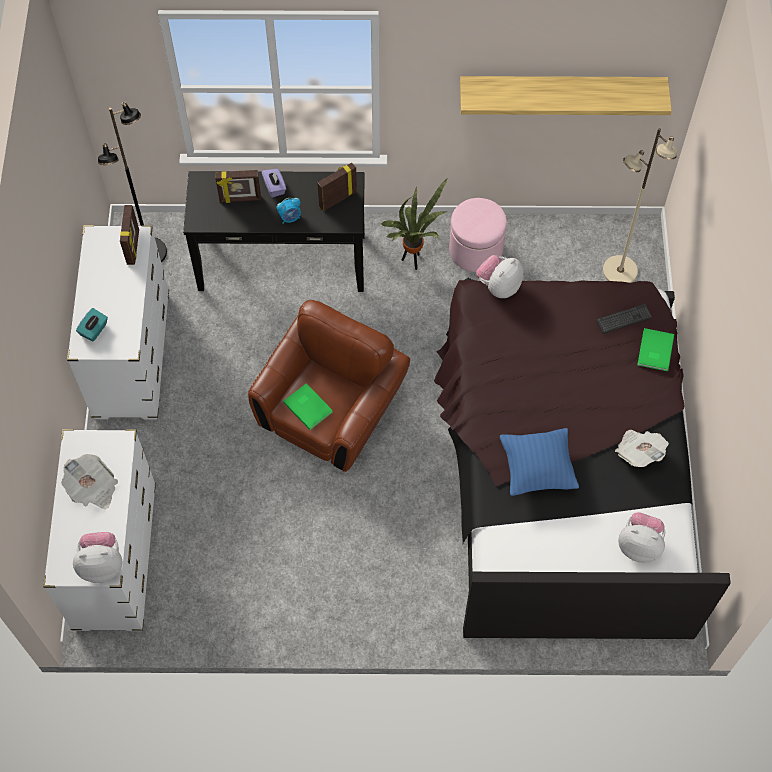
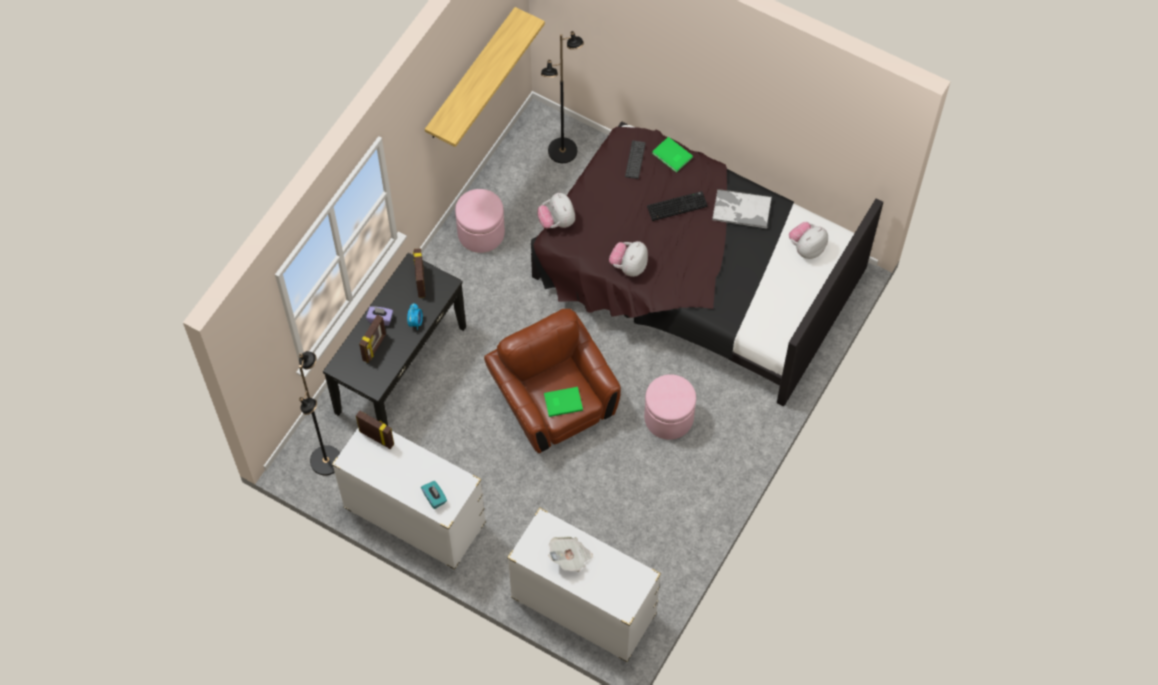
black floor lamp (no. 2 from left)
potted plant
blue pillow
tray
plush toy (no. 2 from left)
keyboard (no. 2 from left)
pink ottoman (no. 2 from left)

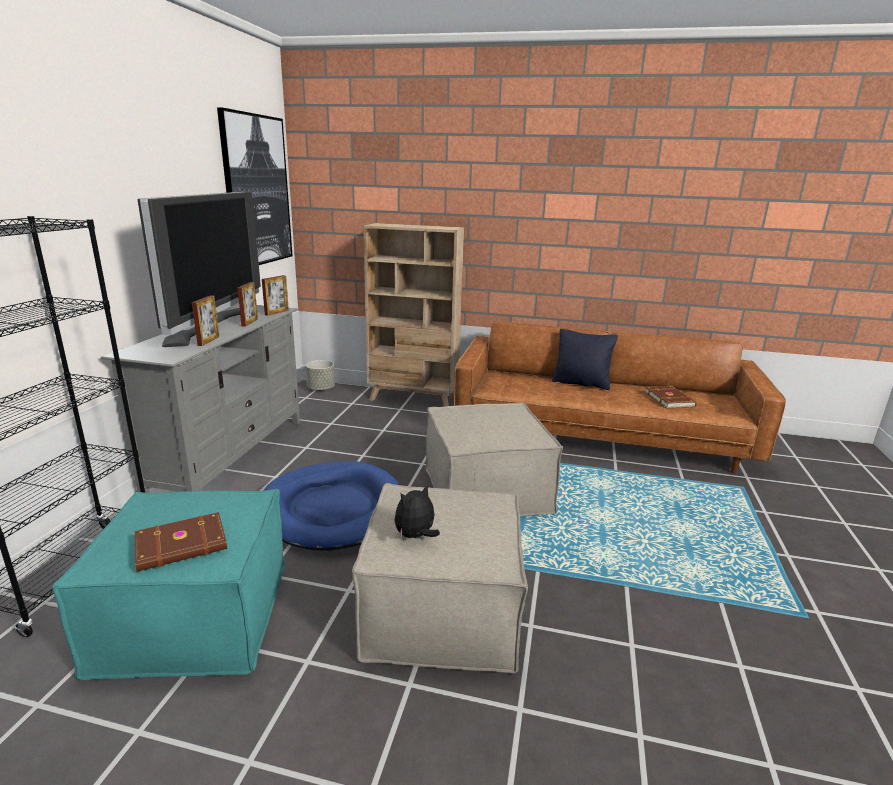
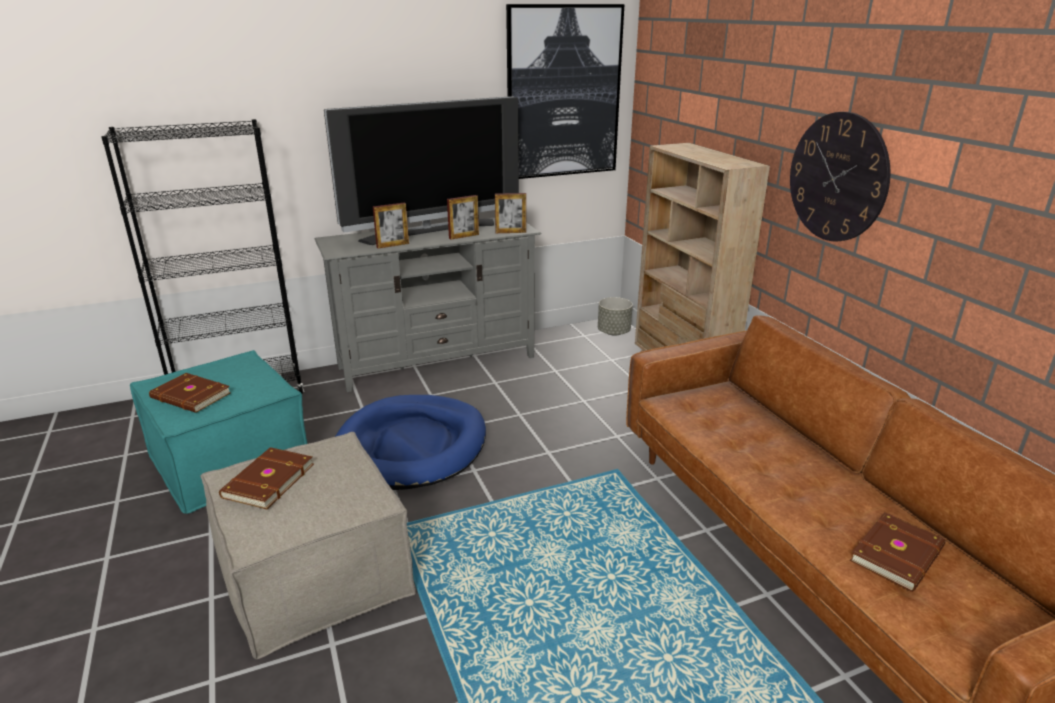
black pillow
beige ottoman (no. 2 from left in the first image)
brown book (no. 2 from left)
wall clock

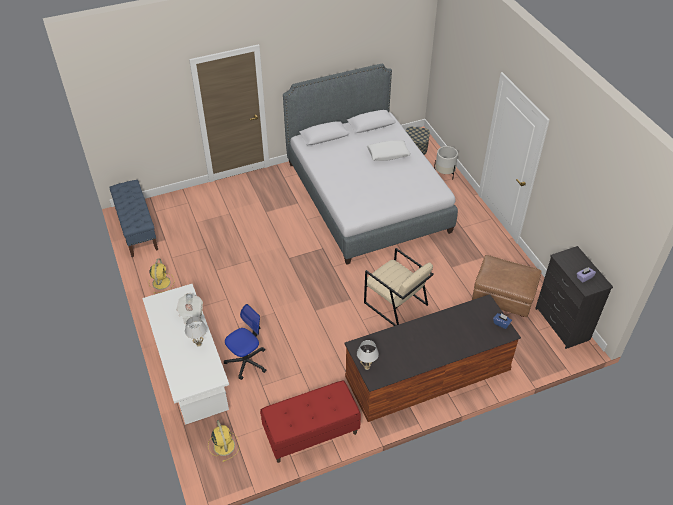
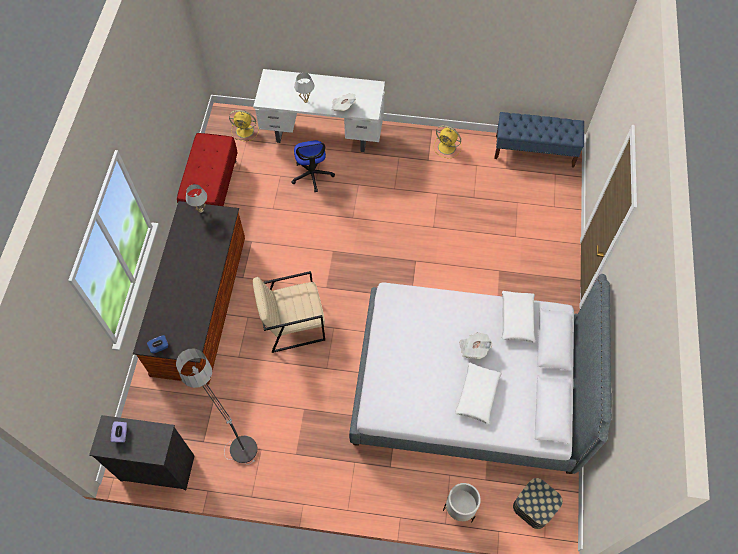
floor lamp
white pillow (no. 2 from left)
newspaper (no. 2 from left)

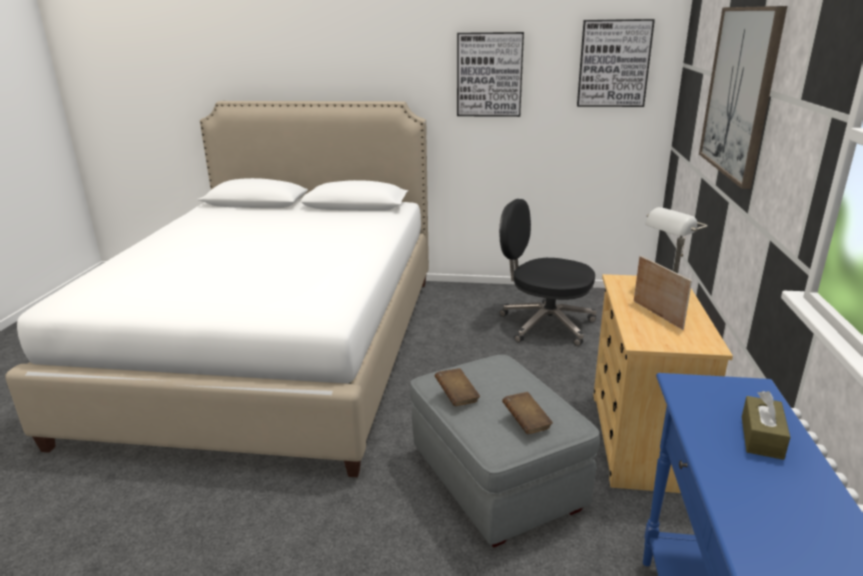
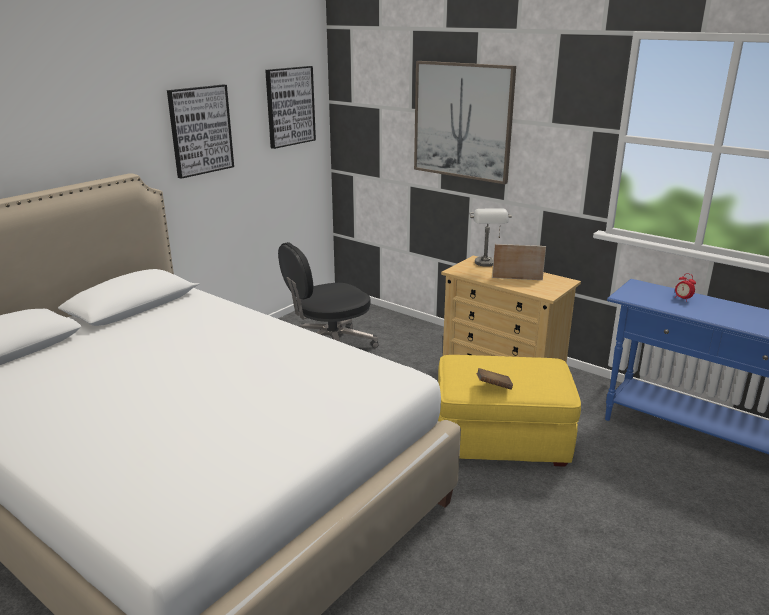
yellow ottoman
alarm clock
brown book (no. 2 from left in the first image)

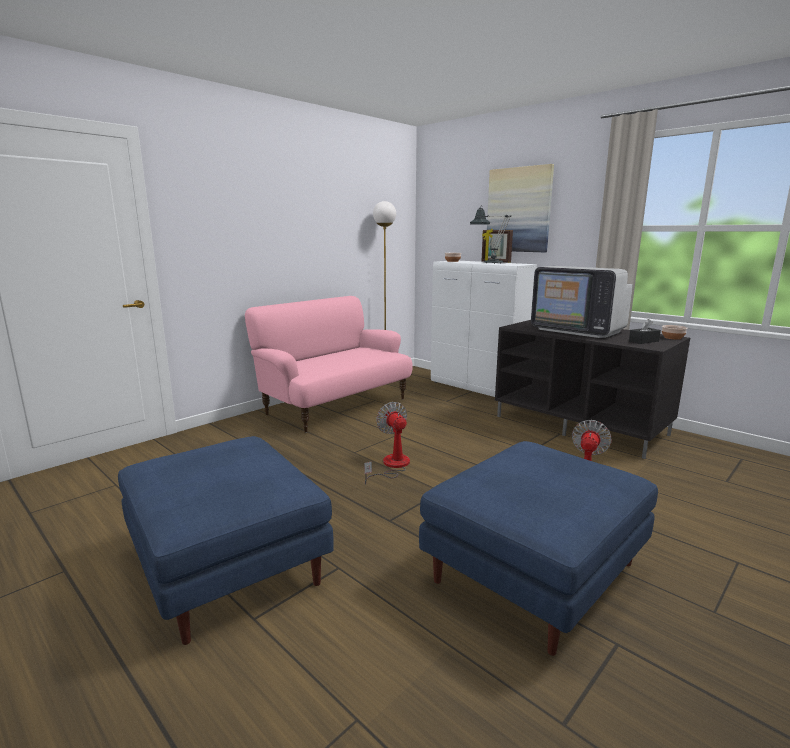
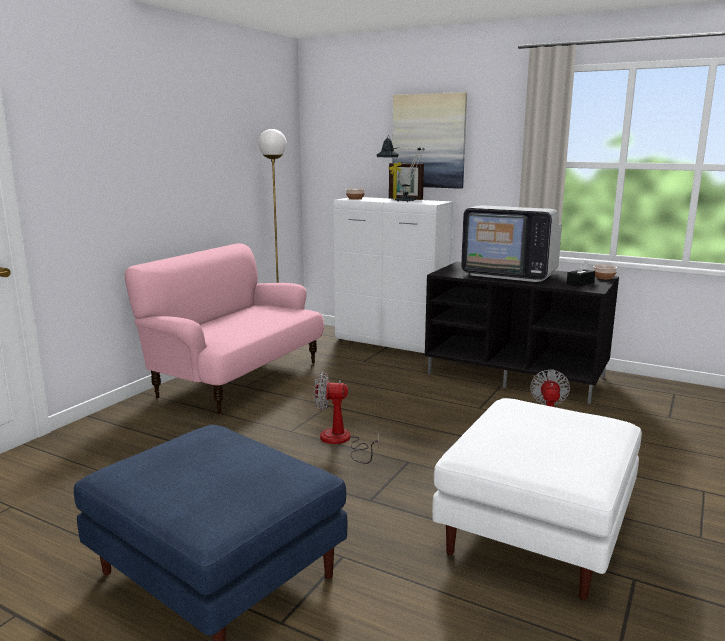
fan (no. 1 from left)
white ottoman

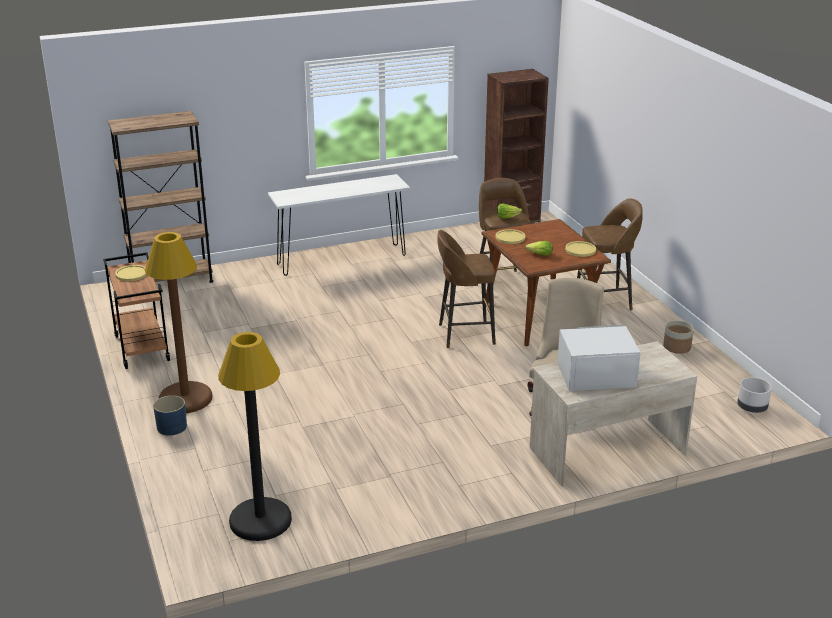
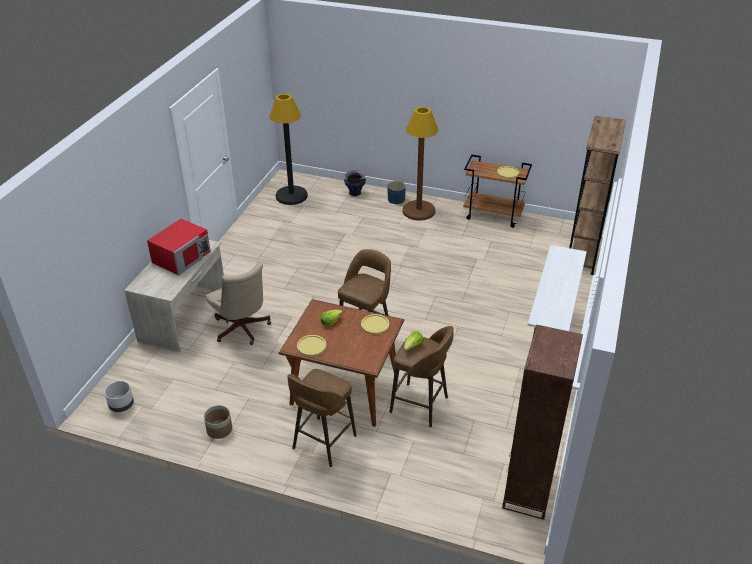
red microwave
vase

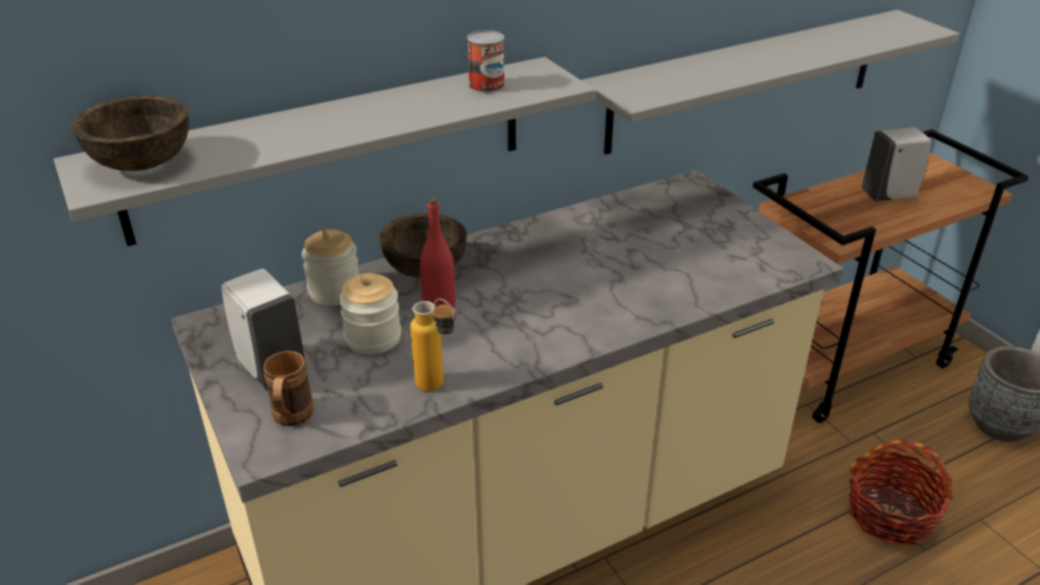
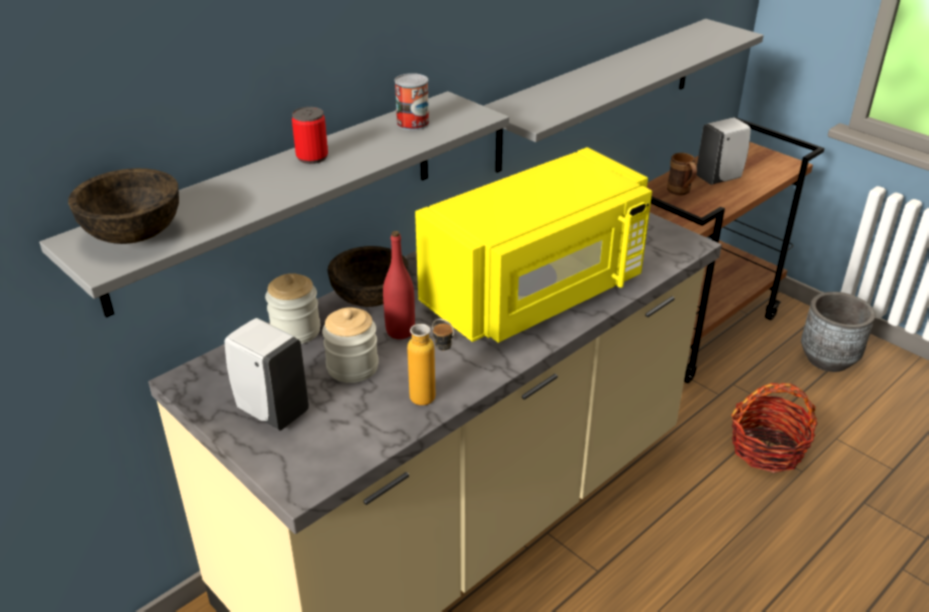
brown mug
can (no. 1 from left)
yellow microwave

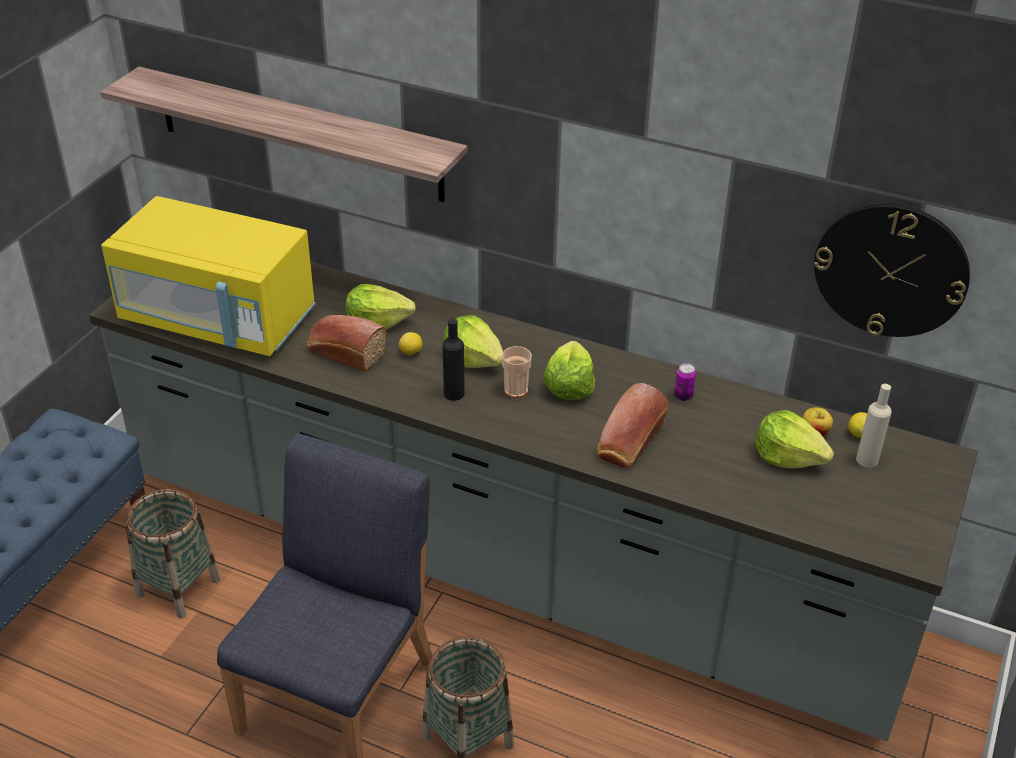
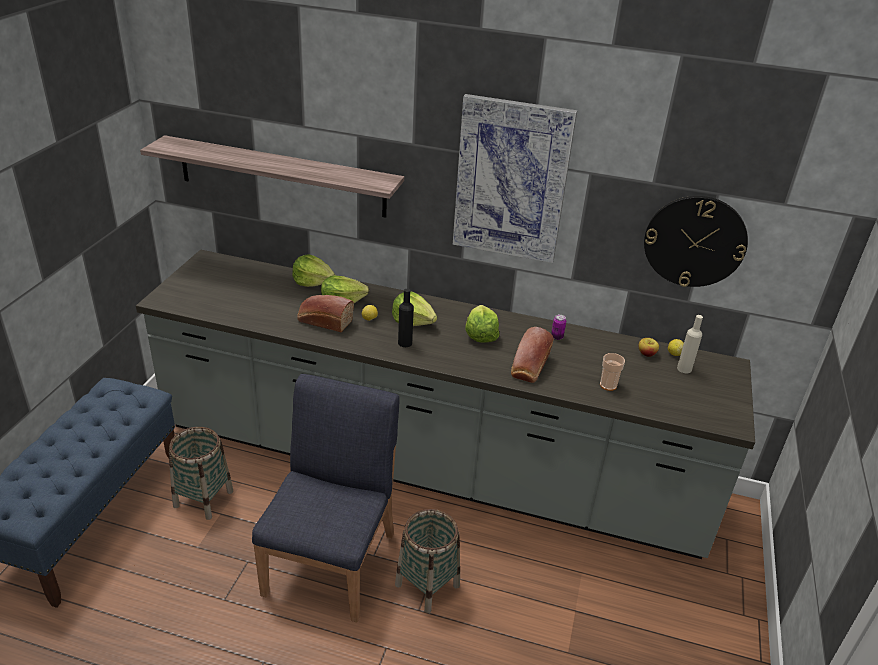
yellow microwave
cup
lettuce (no. 1 from left)
picture

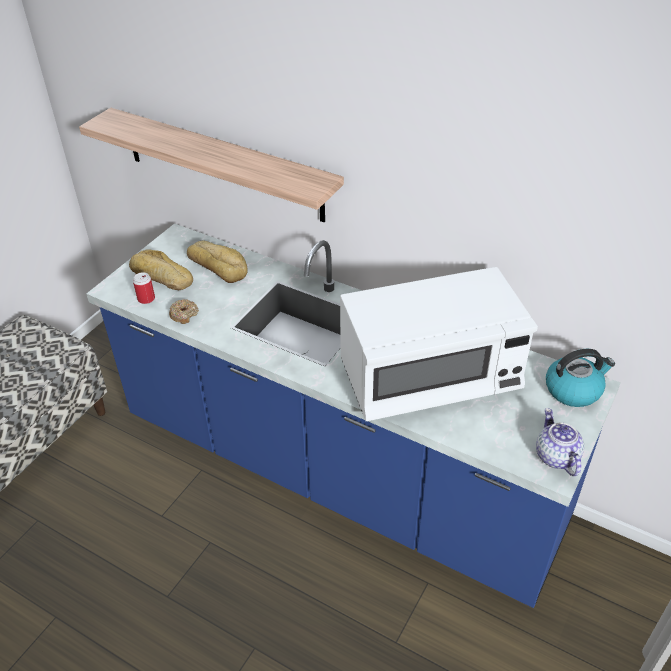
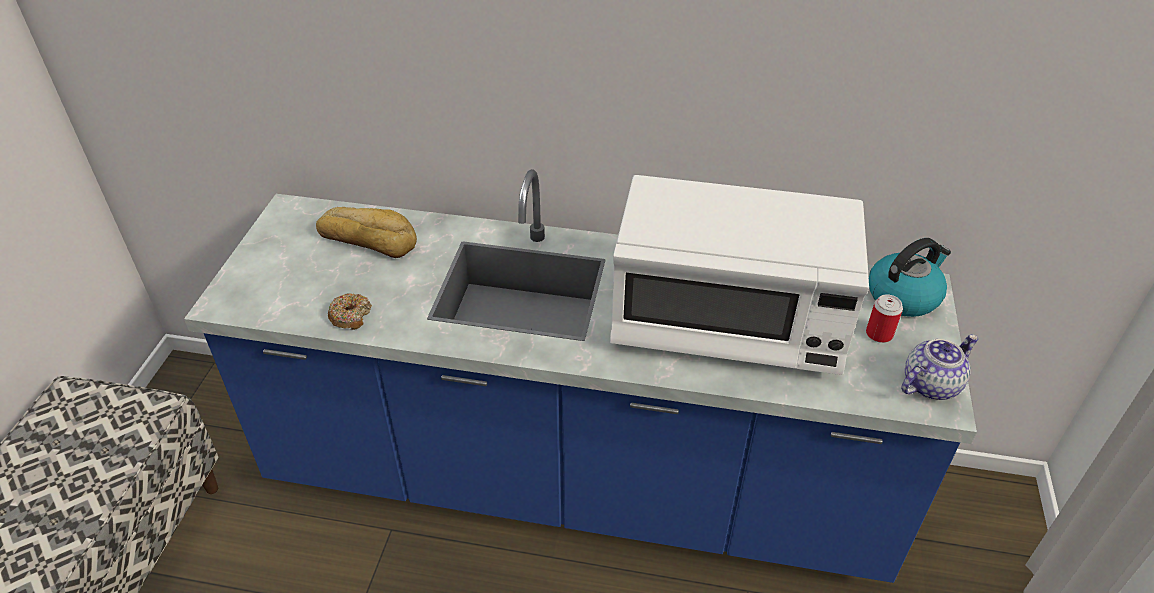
shelf
bread (no. 1 from left in the first image)
white microwave
can
teapot

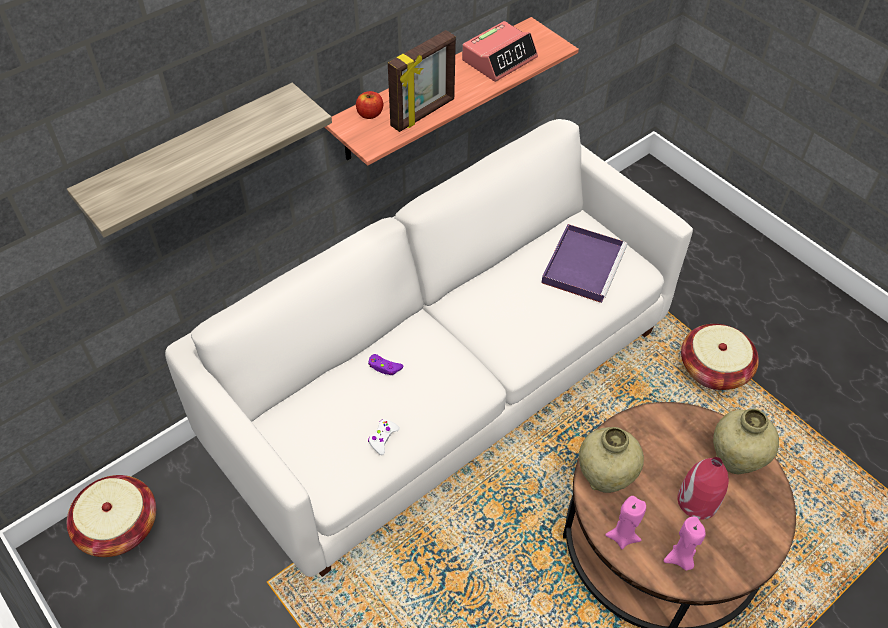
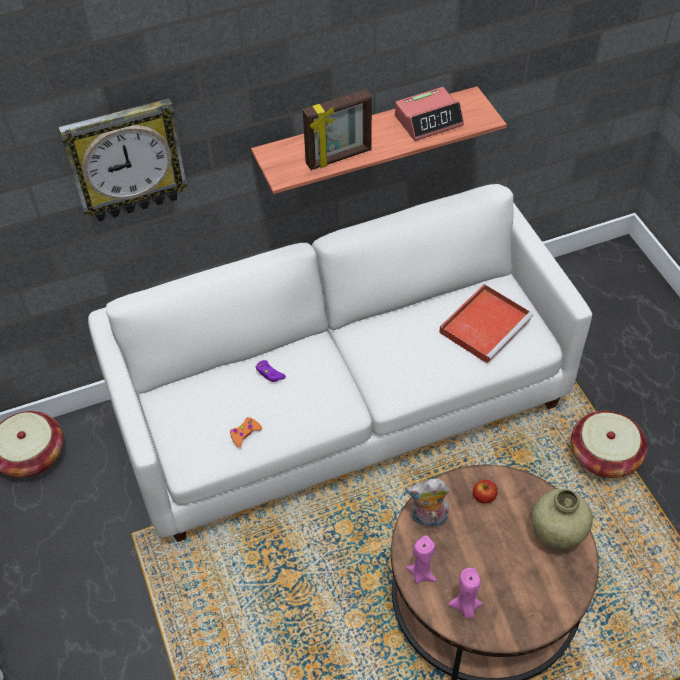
wall clock
apple
red tray
orange game controller
plush toy
red vase

